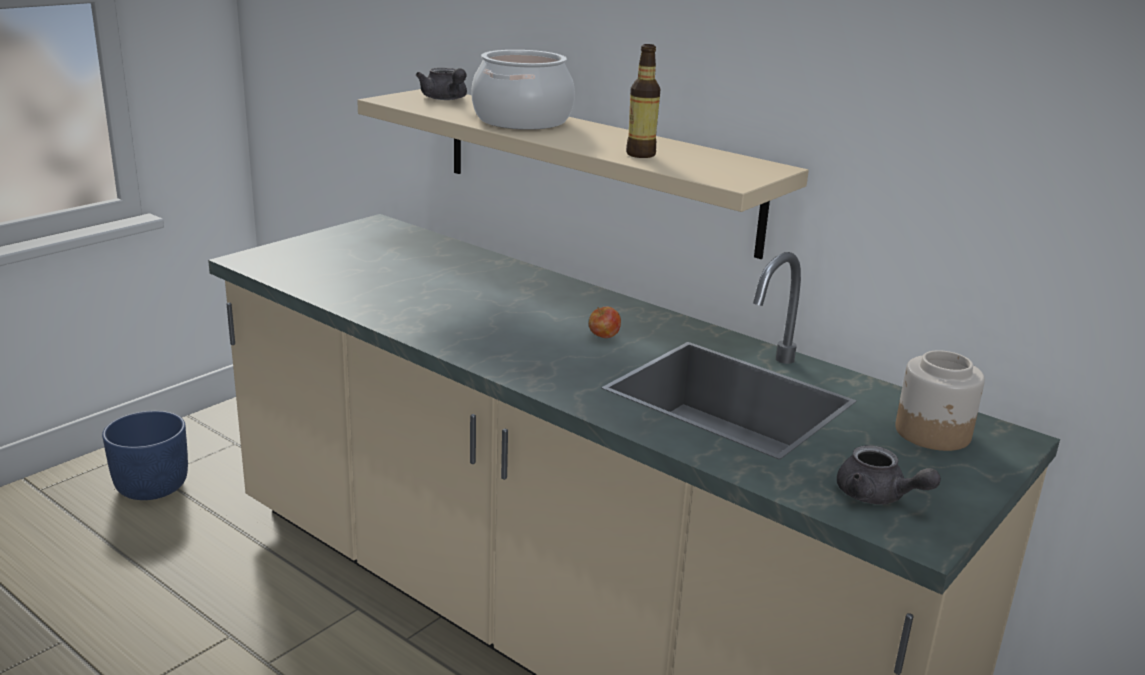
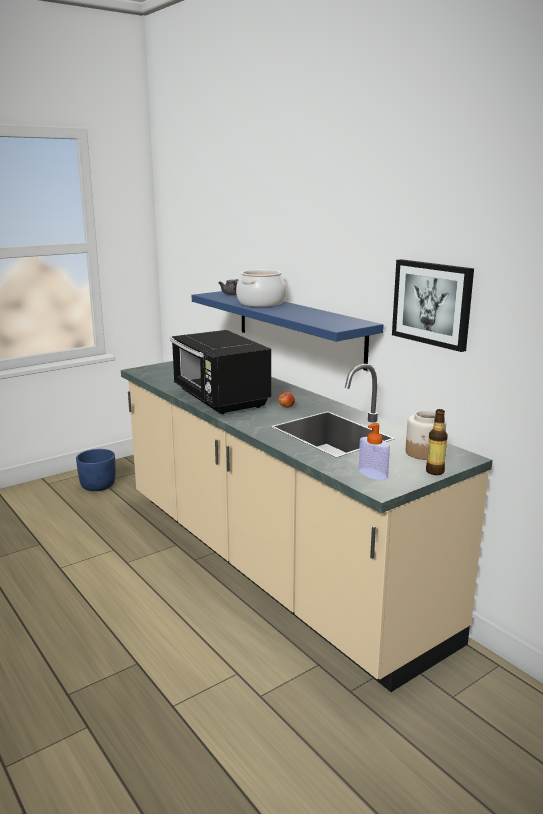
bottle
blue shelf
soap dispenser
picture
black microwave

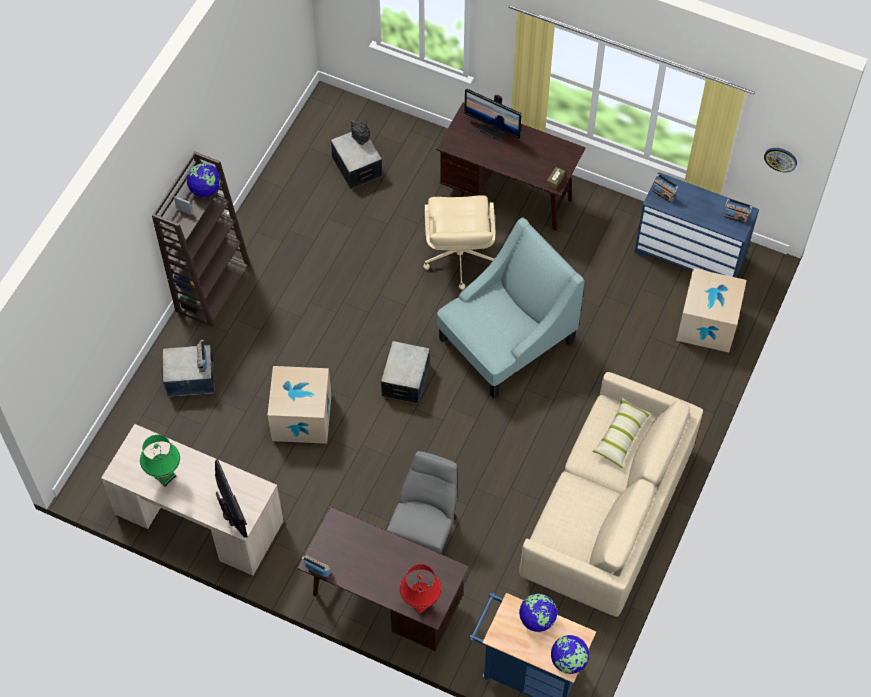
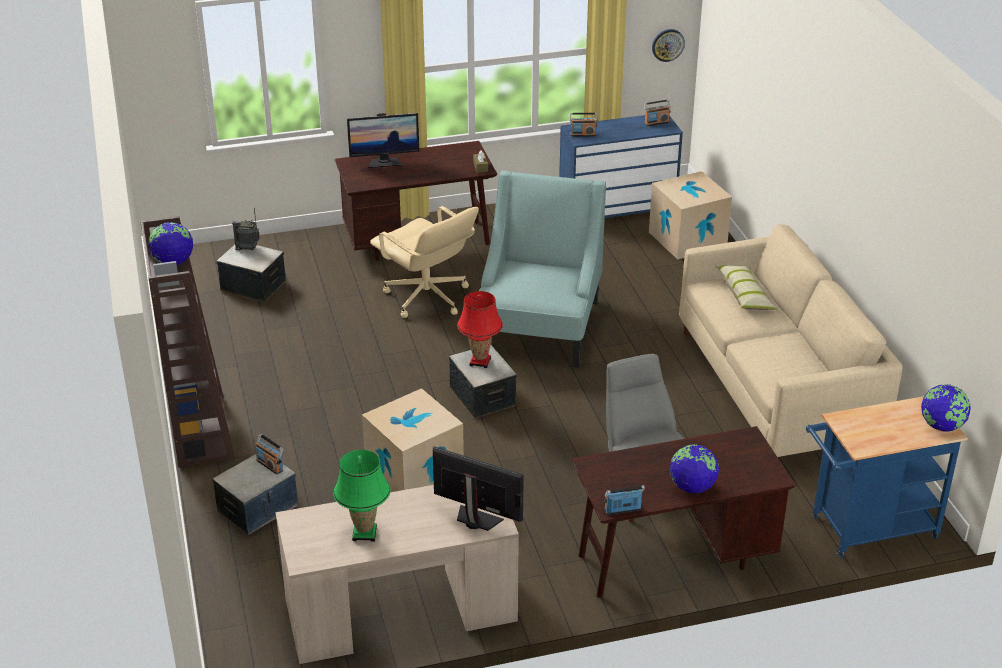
red table lamp
globe (no. 2 from left)

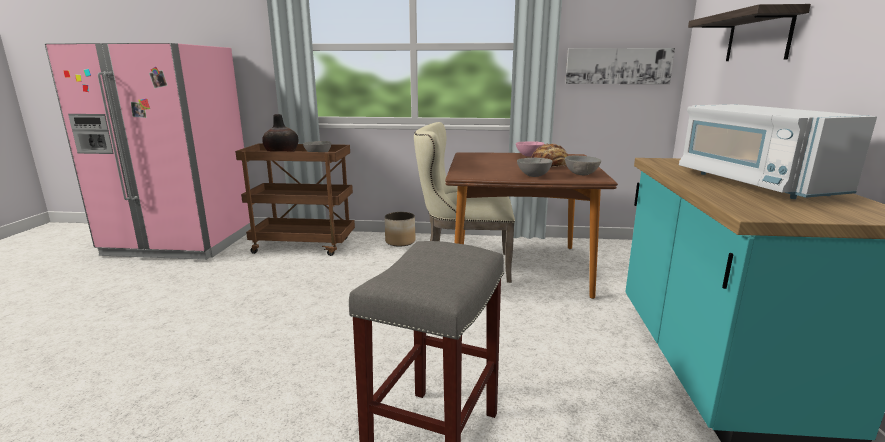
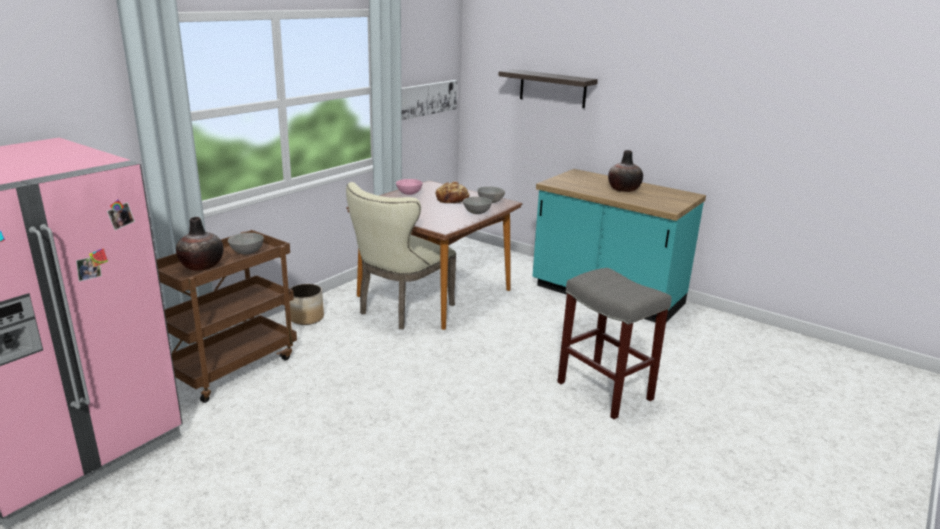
vase (no. 2 from left)

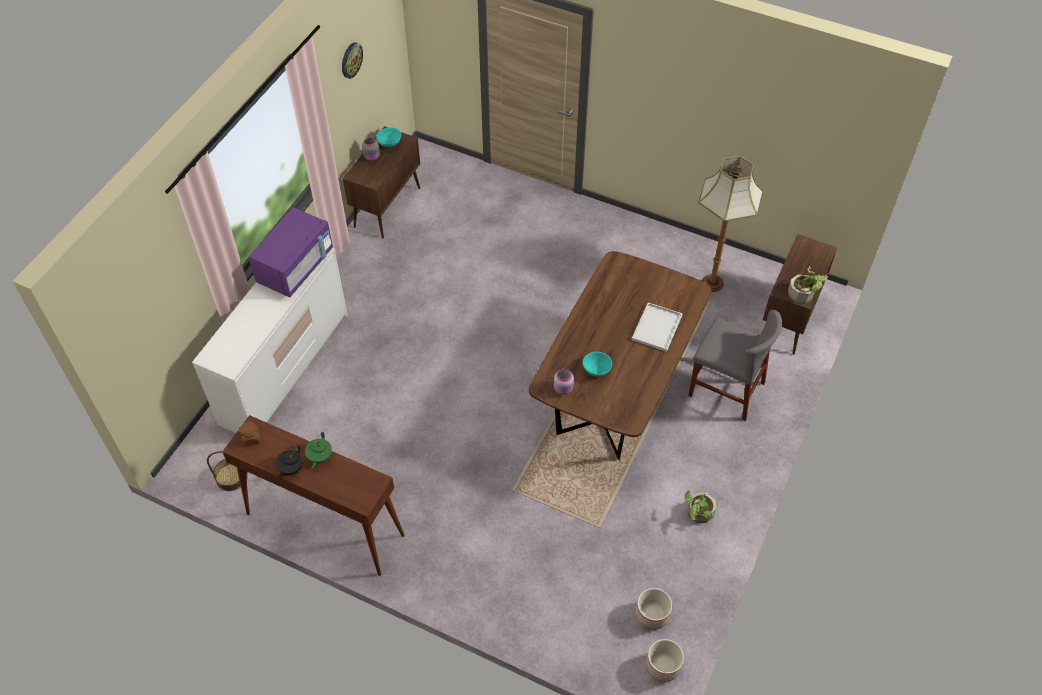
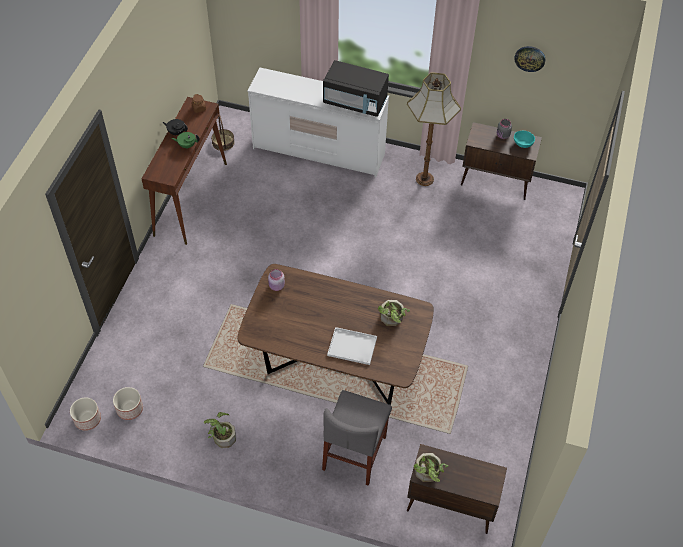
floor lamp
black microwave
turquoise bowl (no. 2 from left in the first image)
potted plant (no. 2 from left)

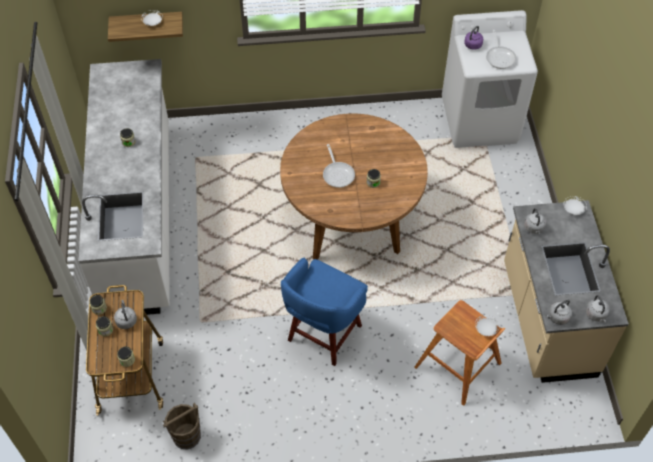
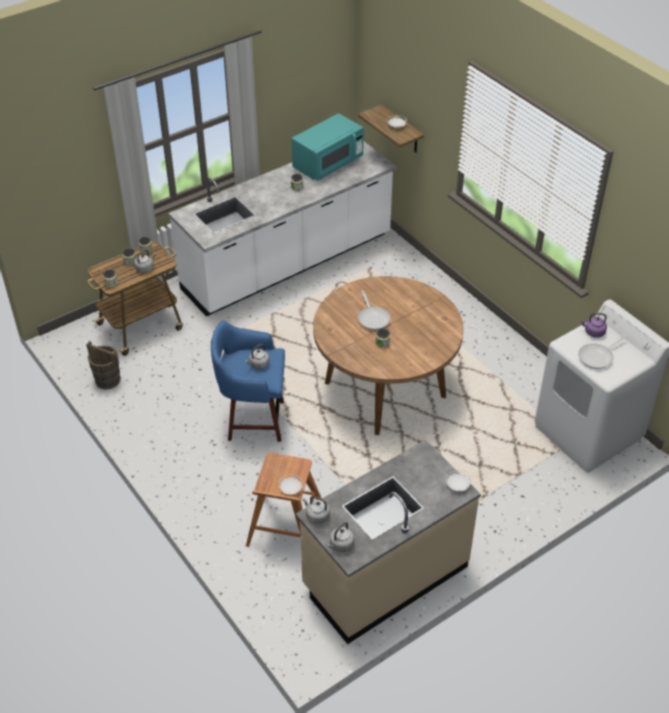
frying pan (no. 1 from left)
grey kettle (no. 2 from left)
turquoise microwave

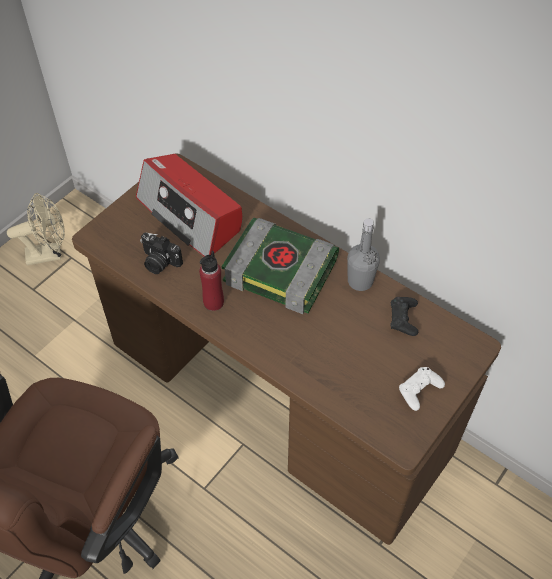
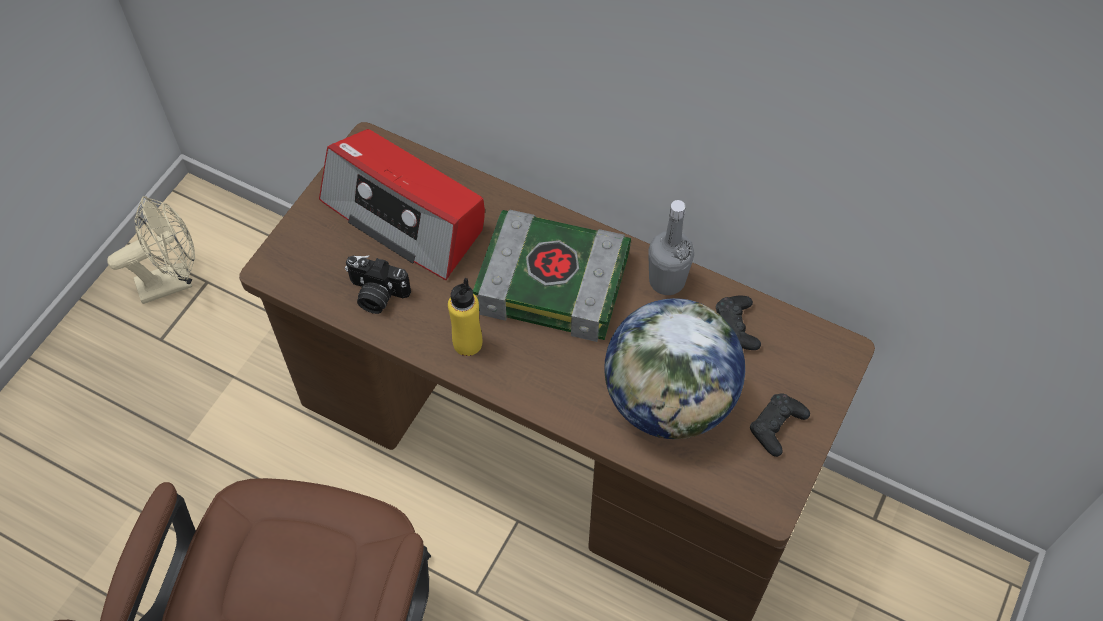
yellow bottle
black game controller (no. 2 from left)
globe

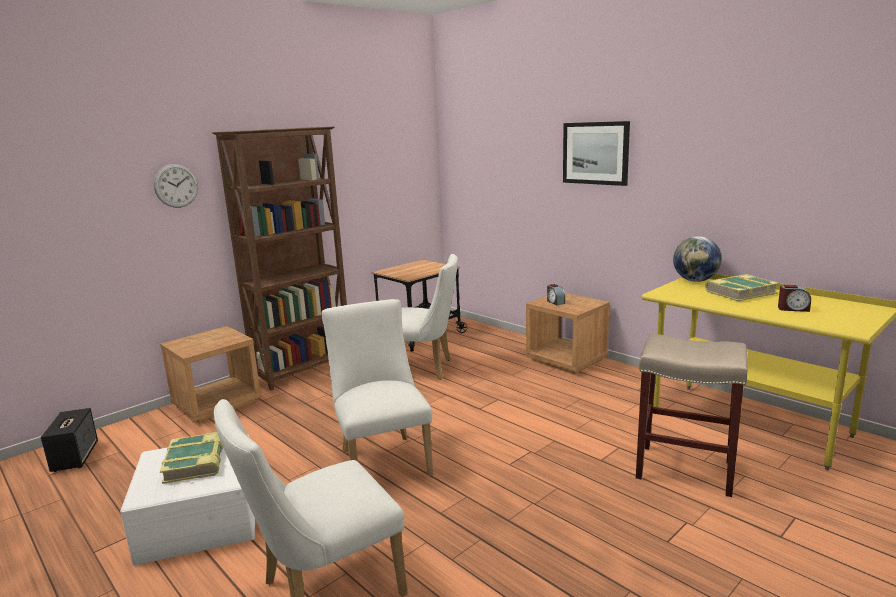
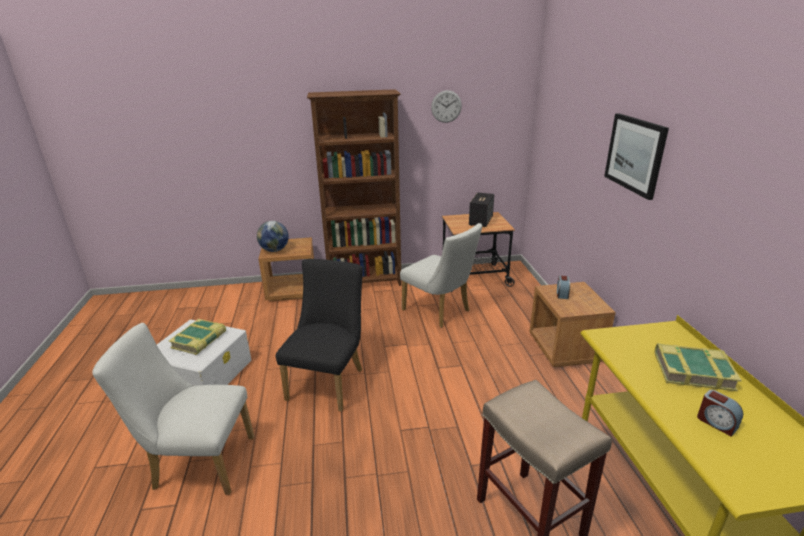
wall clock
globe
black chair
speaker

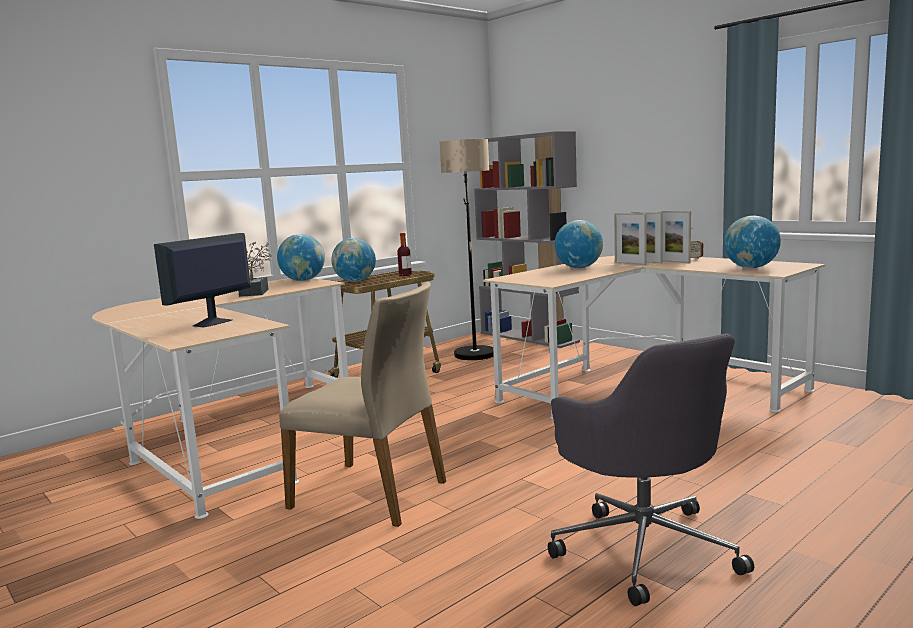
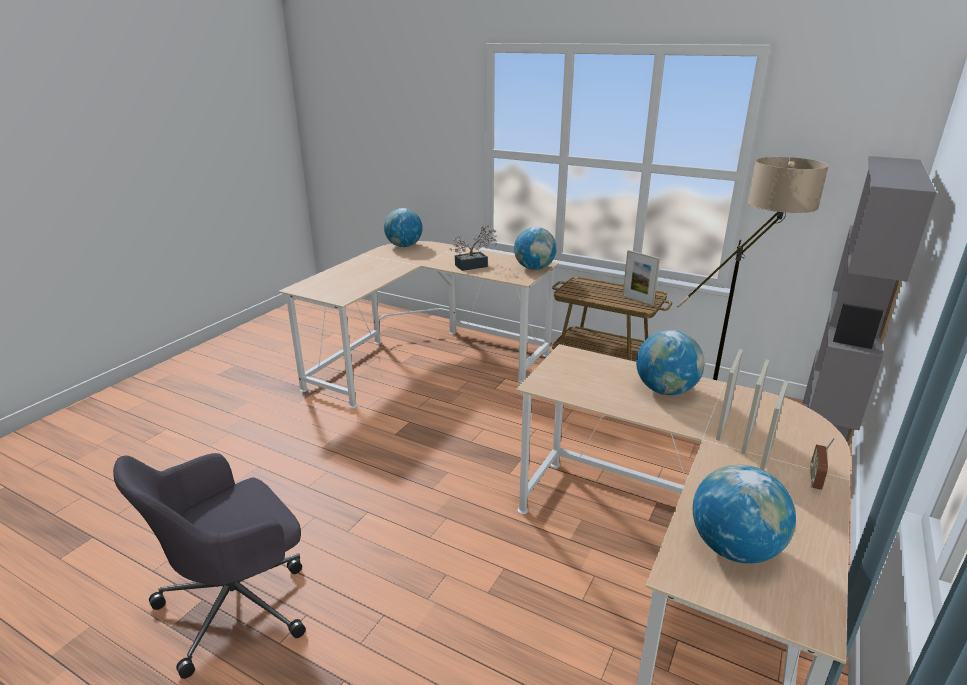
monitor
picture frame (no. 1 from left)
globe (no. 1 from left)
beige chair

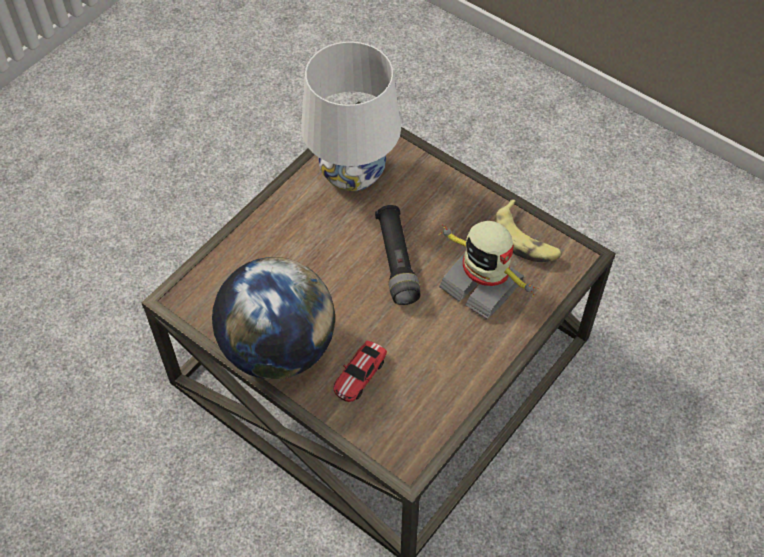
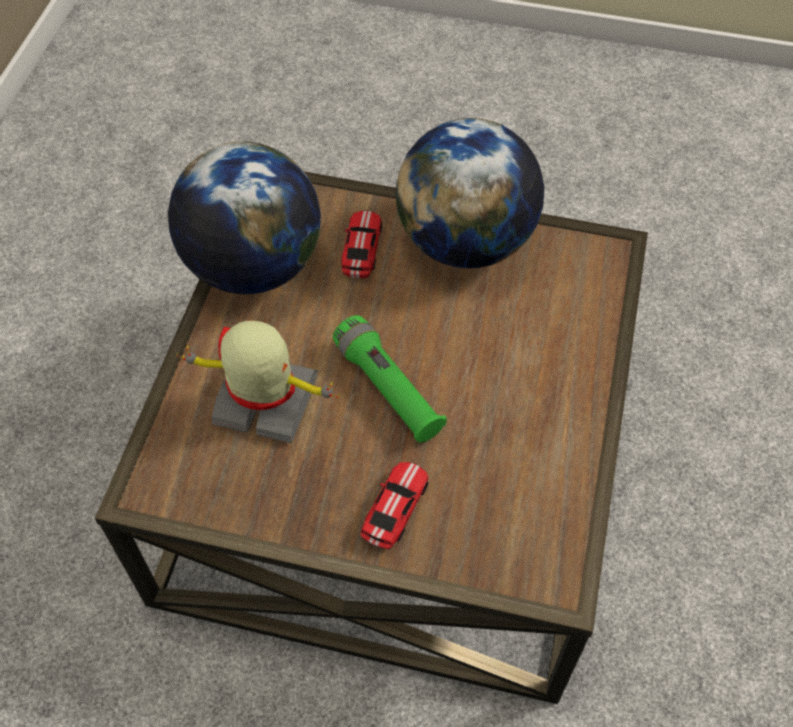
white table lamp
banana
green flashlight
globe (no. 1 from left)
toy car (no. 2 from left)

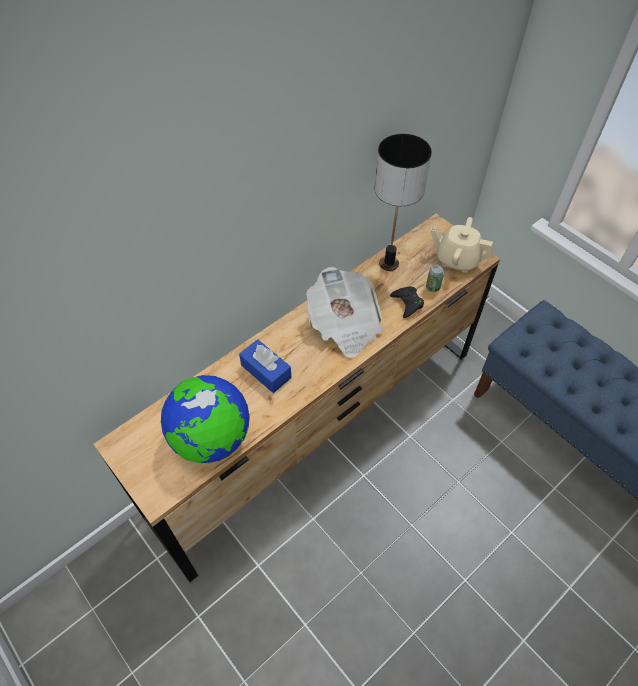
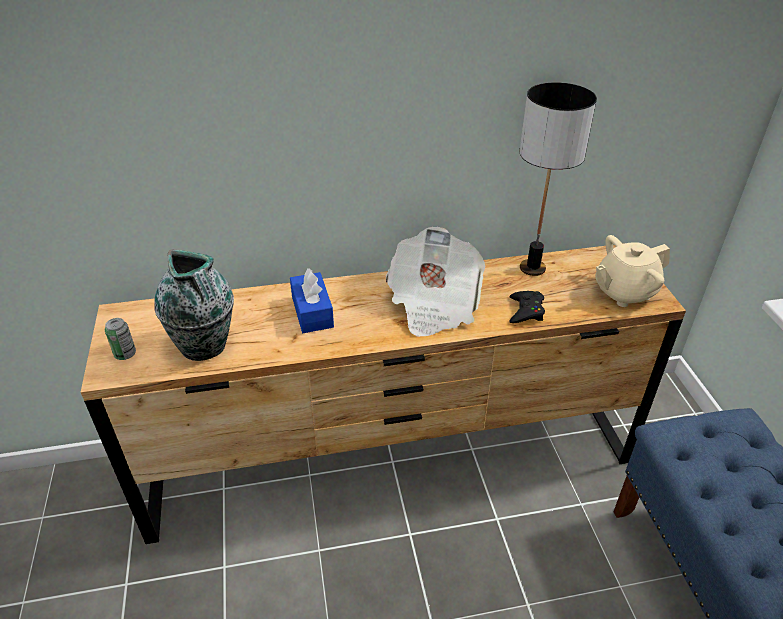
beige teapot
can
vase

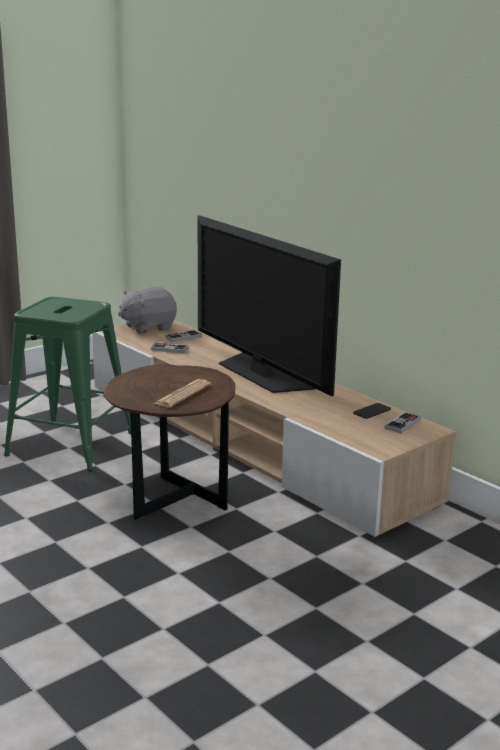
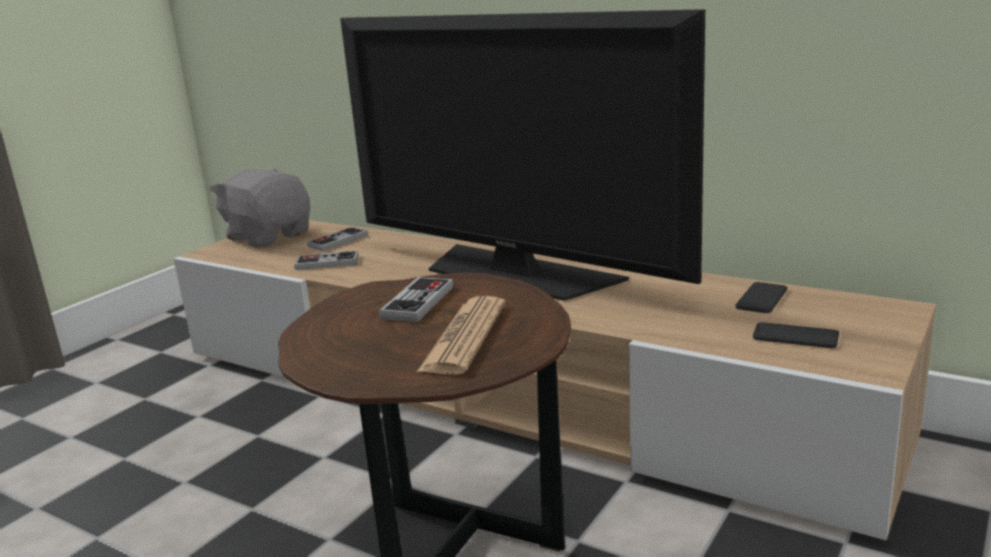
grey plush toy
green stool
game controller (no. 3 from left)
phone (no. 2 from left)

